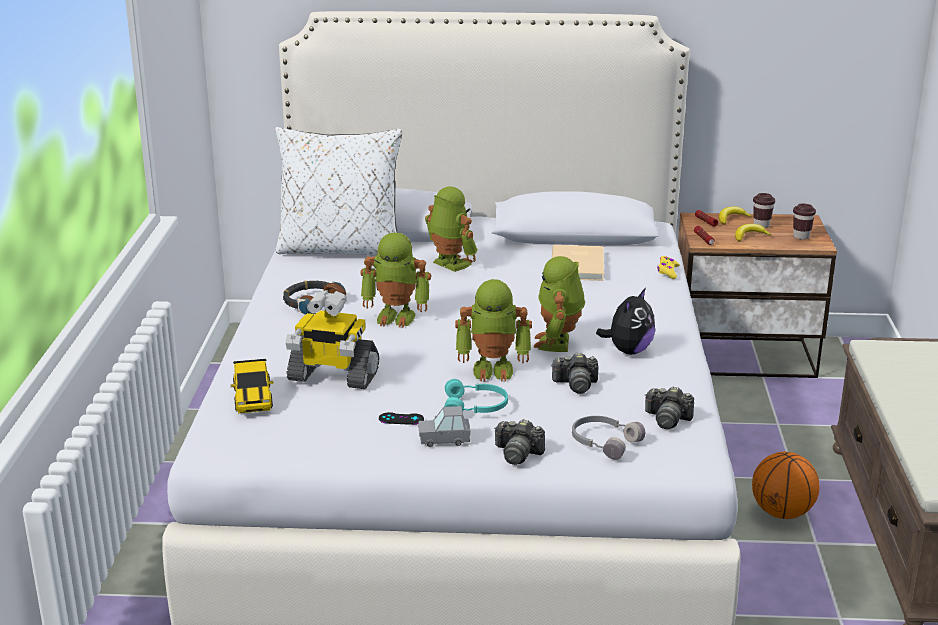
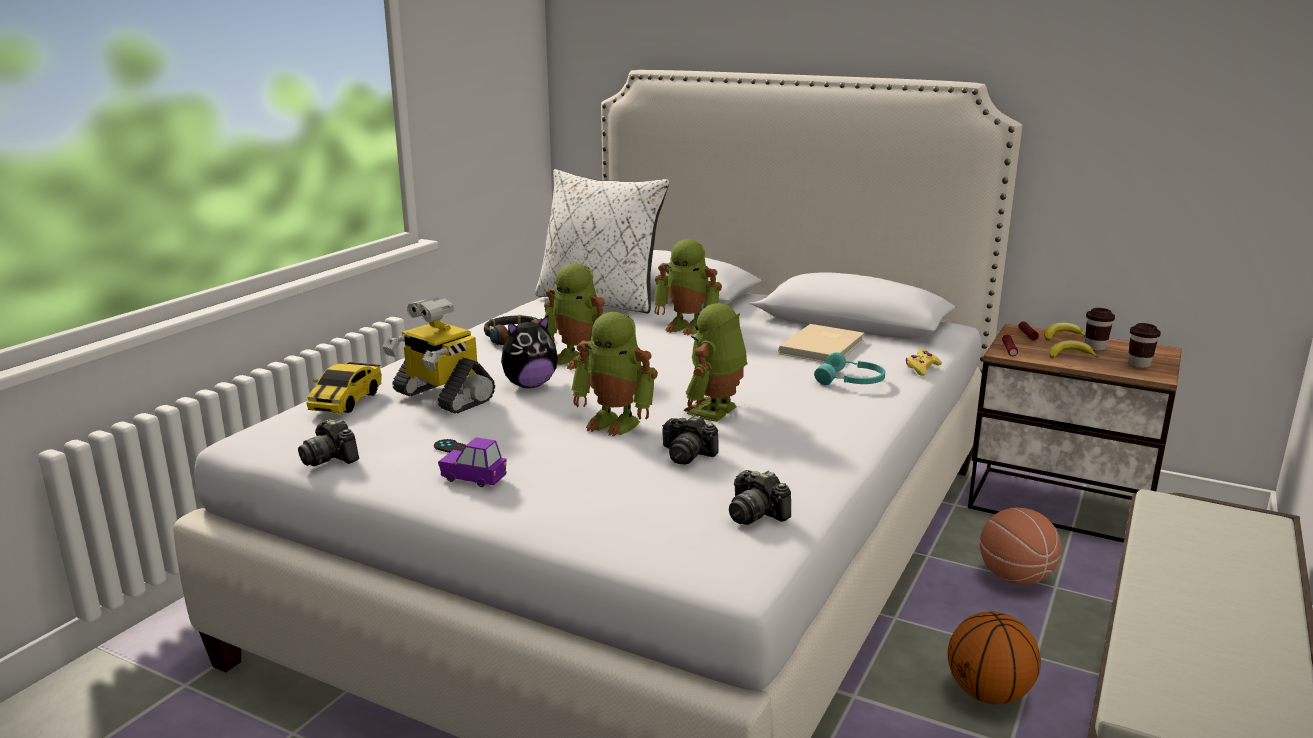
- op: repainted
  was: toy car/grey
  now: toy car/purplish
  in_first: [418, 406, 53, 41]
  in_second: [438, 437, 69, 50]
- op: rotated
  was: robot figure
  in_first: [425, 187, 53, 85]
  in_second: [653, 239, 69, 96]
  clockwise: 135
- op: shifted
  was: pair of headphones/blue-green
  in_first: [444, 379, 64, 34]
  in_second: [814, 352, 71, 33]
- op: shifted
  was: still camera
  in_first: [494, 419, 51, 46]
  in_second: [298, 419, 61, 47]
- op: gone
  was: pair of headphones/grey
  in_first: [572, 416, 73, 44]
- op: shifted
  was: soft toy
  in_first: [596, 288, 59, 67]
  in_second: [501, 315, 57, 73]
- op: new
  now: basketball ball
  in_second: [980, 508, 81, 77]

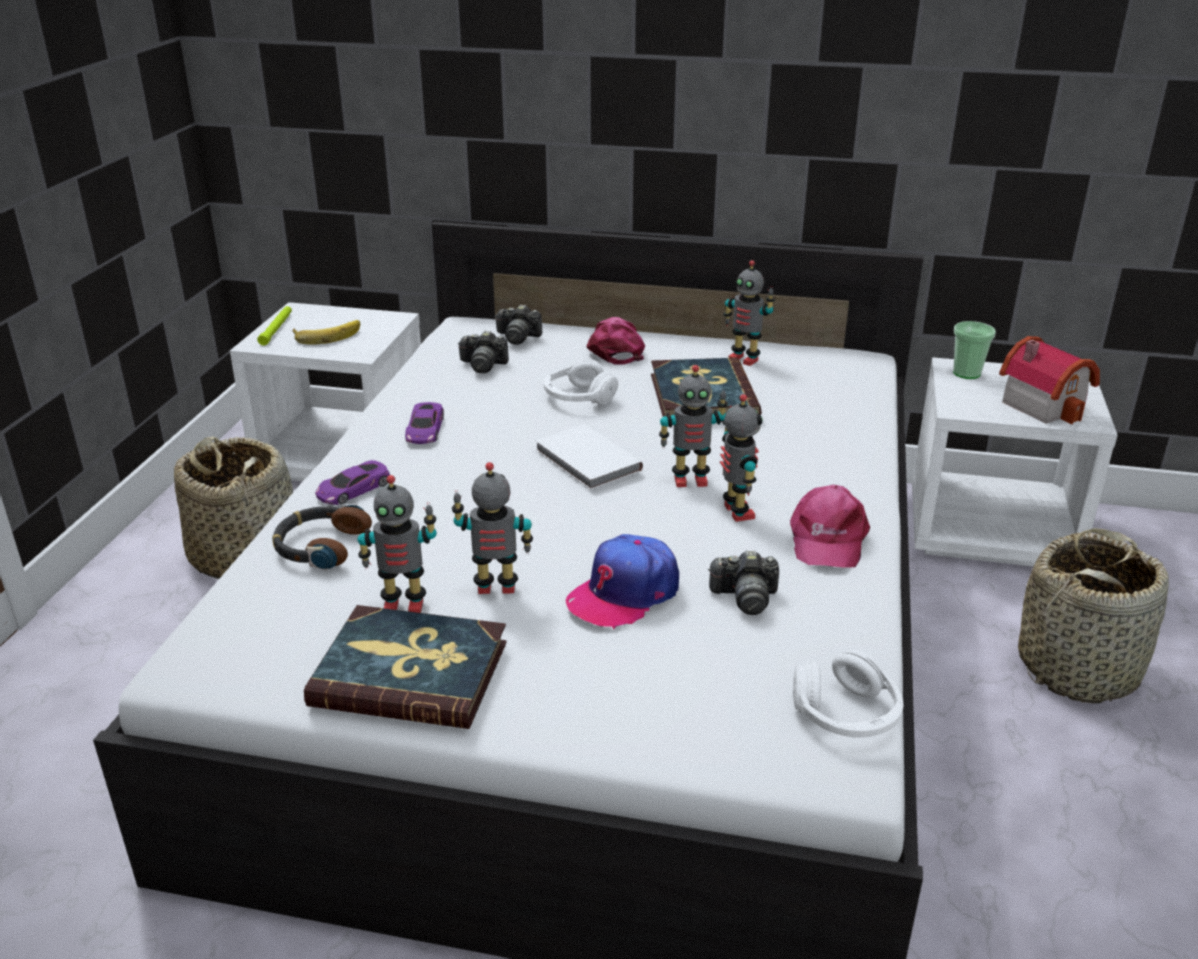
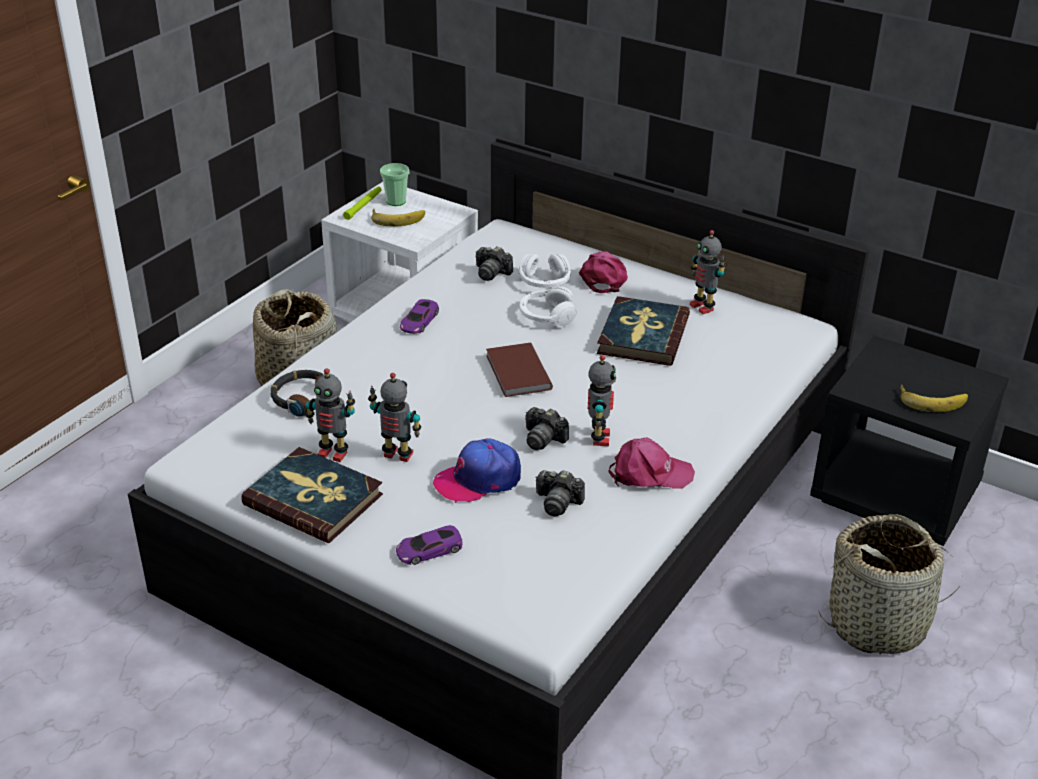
- op: shifted
  was: toy car/purplish
  in_first: [315, 460, 75, 45]
  in_second: [396, 525, 66, 40]
- op: shifted
  was: still camera
  in_first: [495, 304, 48, 41]
  in_second: [525, 407, 44, 43]
- op: repainted
  was: volume/white
  now: volume/brown
  in_first: [535, 424, 108, 66]
  in_second: [486, 343, 67, 54]
- op: gone
  was: robot figure
  in_first: [659, 365, 69, 122]
- op: rotated
  was: baseball cap/pink-coloured
  in_first: [790, 485, 80, 83]
  in_second: [608, 437, 87, 52]
  clockwise: -120
- op: shifted
  was: pair of headphones/white
  in_first: [793, 650, 111, 88]
  in_second: [519, 254, 52, 34]
- op: repainted
  was: nightstand/white
  now: nightstand/blackish
  in_first: [912, 357, 206, 210]
  in_second: [810, 336, 199, 210]
- op: shifted
  was: drinking cup
  in_first: [953, 321, 43, 58]
  in_second: [380, 163, 29, 43]
- op: swapped
  was: toy house
  now: banana fruit
  in_first: [999, 336, 101, 88]
  in_second: [900, 385, 68, 27]

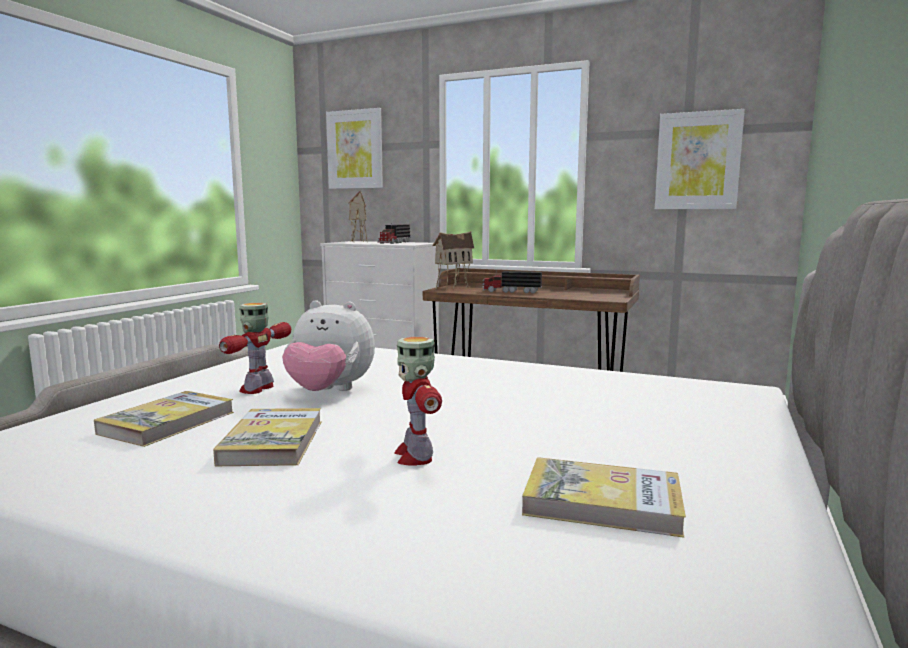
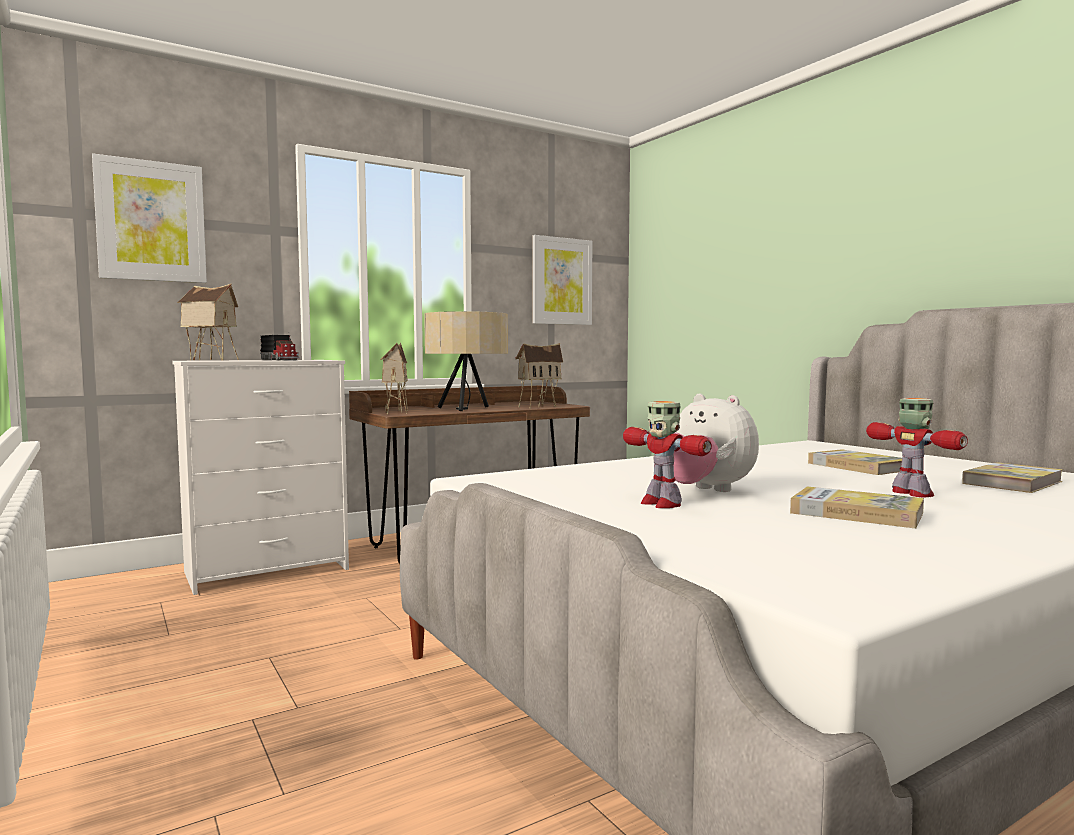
- op: shifted
  was: volume
  in_first: [94, 391, 140, 56]
  in_second: [808, 449, 94, 26]
- op: rotated
  was: soft toy
  in_first: [282, 300, 93, 91]
  in_second: [673, 394, 86, 98]
  clockwise: 90
- op: rotated
  was: robot figure
  in_first: [395, 337, 47, 129]
  in_second: [866, 398, 102, 99]
  clockwise: -135
- op: swapped
  was: toy truck
  now: table lamp/beige-coloured
  in_first: [483, 270, 59, 24]
  in_second: [424, 311, 84, 100]
- op: new
  now: toy house
  in_second: [515, 343, 48, 65]

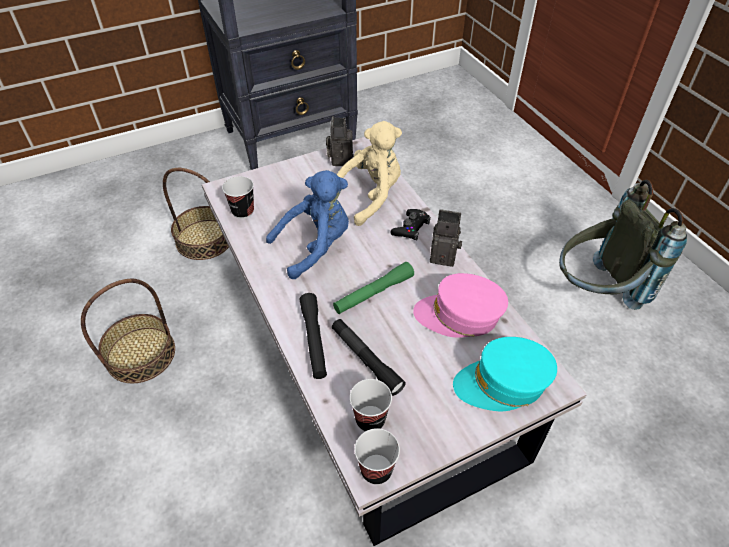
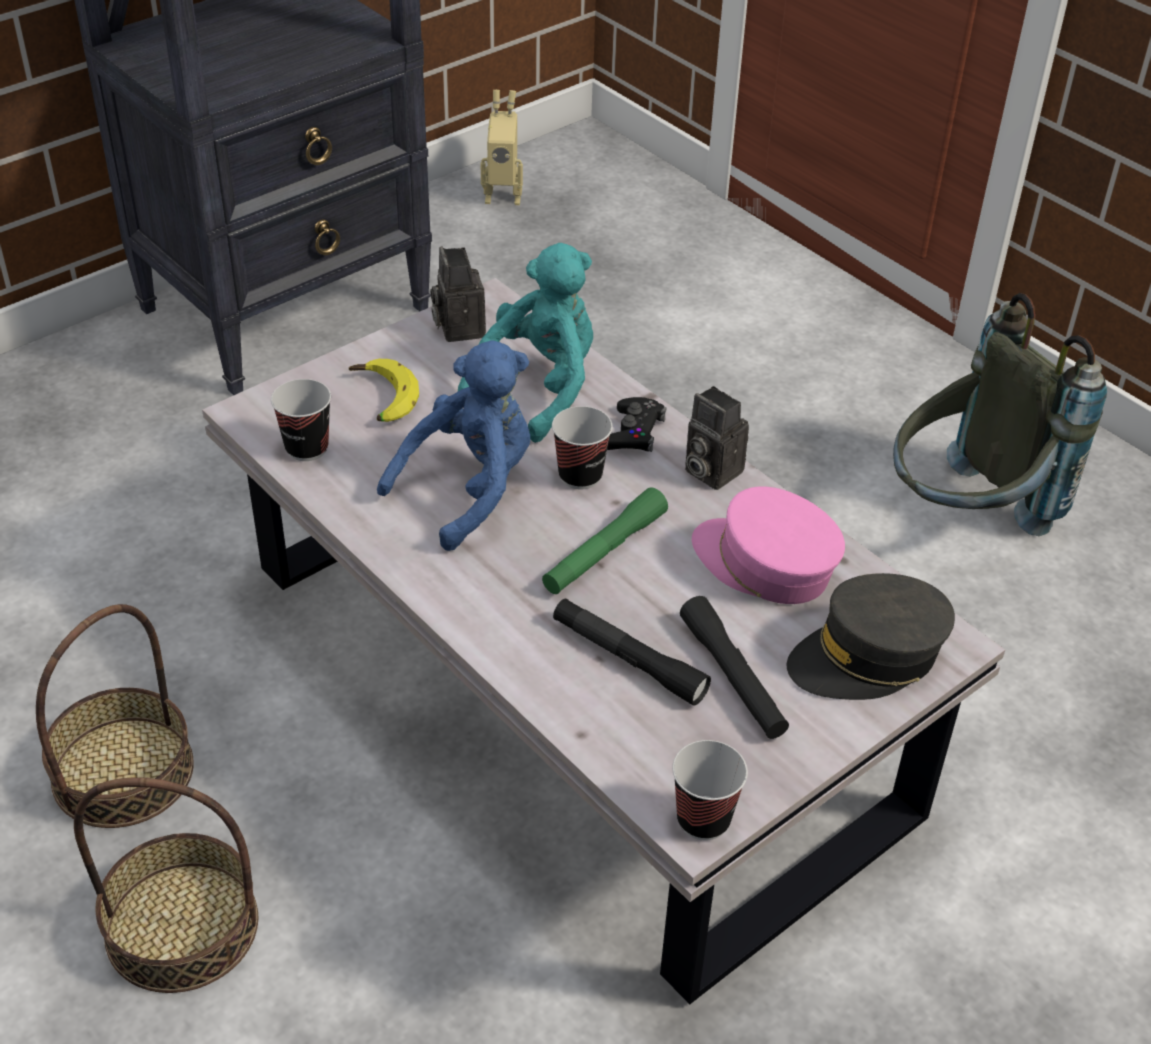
- op: shifted
  was: basket
  in_first: [163, 168, 66, 92]
  in_second: [74, 778, 185, 215]
- op: shifted
  was: torch/blackish
  in_first: [300, 293, 27, 86]
  in_second: [680, 596, 109, 143]
- op: repainted
  was: soft toy/beige-coloured
  now: soft toy/blue-green
  in_first: [337, 121, 65, 105]
  in_second: [458, 243, 135, 200]
- op: shifted
  was: drinking cup
  in_first: [350, 379, 42, 52]
  in_second: [552, 406, 61, 83]
- op: rotated
  was: baseball cap/pink-coloured
  in_first: [413, 273, 95, 65]
  in_second: [692, 486, 153, 118]
  clockwise: 45
- op: rotated
  was: still camera
  in_first: [430, 209, 32, 58]
  in_second: [685, 386, 64, 104]
  clockwise: -135
- op: repainted
  was: baseball cap/blue-green
  now: baseball cap/grey
  in_first: [453, 337, 104, 74]
  in_second: [787, 573, 168, 127]
- op: new
  now: banana fruit
  in_second: [349, 359, 70, 63]
- op: new
  now: robot figure
  in_second: [480, 90, 43, 115]

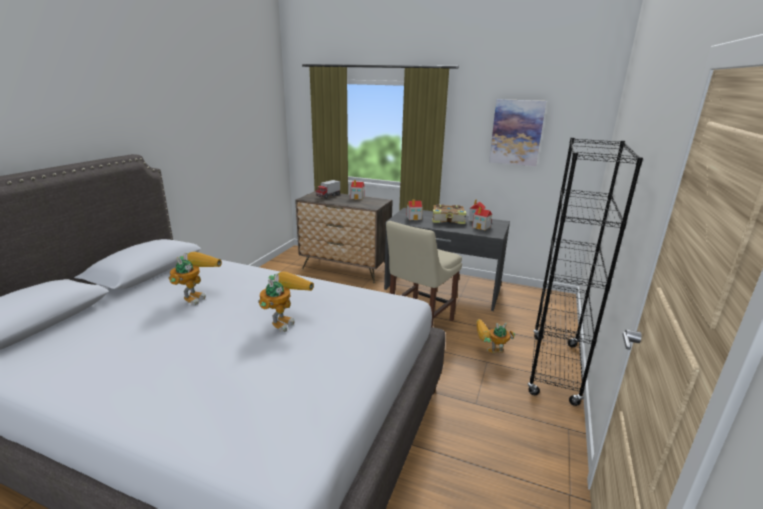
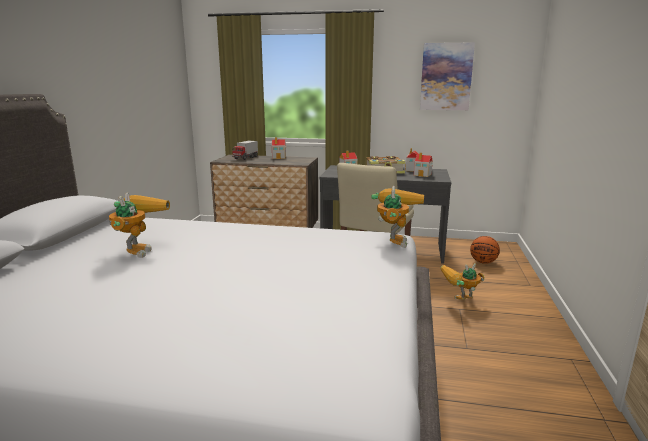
- op: shifted
  was: robot figure
  in_first: [258, 271, 56, 62]
  in_second: [371, 186, 53, 62]
- op: gone
  was: shelving unit/blackish
  in_first: [528, 137, 115, 269]
- op: new
  now: basketball ball
  in_second: [470, 236, 30, 28]

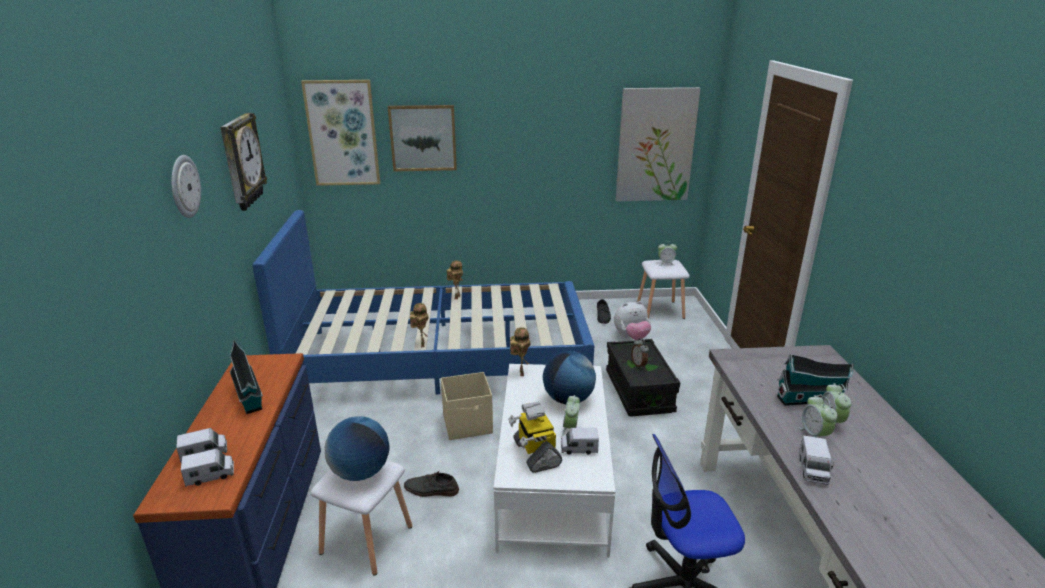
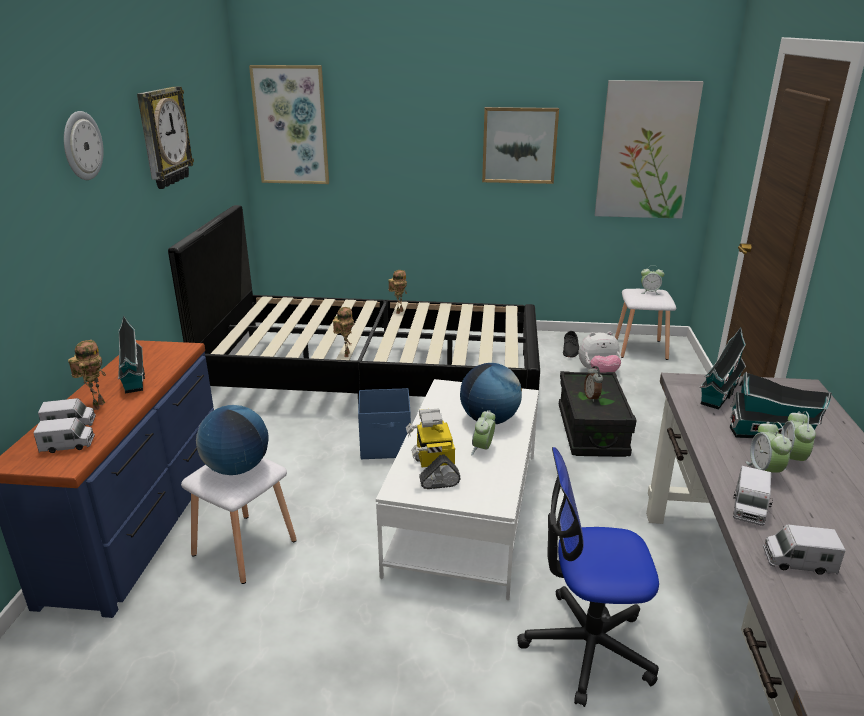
- op: repainted
  was: sleeping bed/blue-coloured
  now: sleeping bed/blackish
  in_first: [252, 210, 342, 184]
  in_second: [168, 205, 372, 198]
- op: shifted
  was: wall art
  in_first: [388, 105, 69, 66]
  in_second: [482, 107, 77, 77]
- op: gone
  was: shoe/grey
  in_first: [404, 472, 55, 25]
- op: repainted
  was: storage box/beige-coloured
  now: storage box/blue-coloured
  in_first: [441, 372, 52, 68]
  in_second: [358, 388, 53, 71]
- op: shifted
  was: robot figure
  in_first: [510, 327, 21, 49]
  in_second: [68, 340, 38, 70]
- op: shifted
  was: toy truck
  in_first: [561, 428, 38, 27]
  in_second: [763, 525, 82, 50]
- op: new
  now: toy house
  in_second: [699, 327, 47, 83]

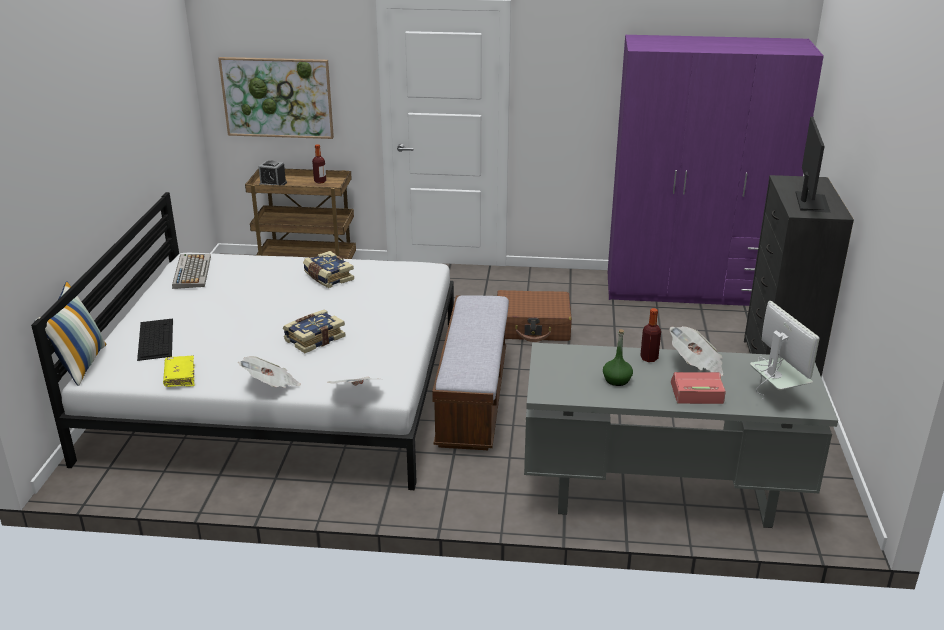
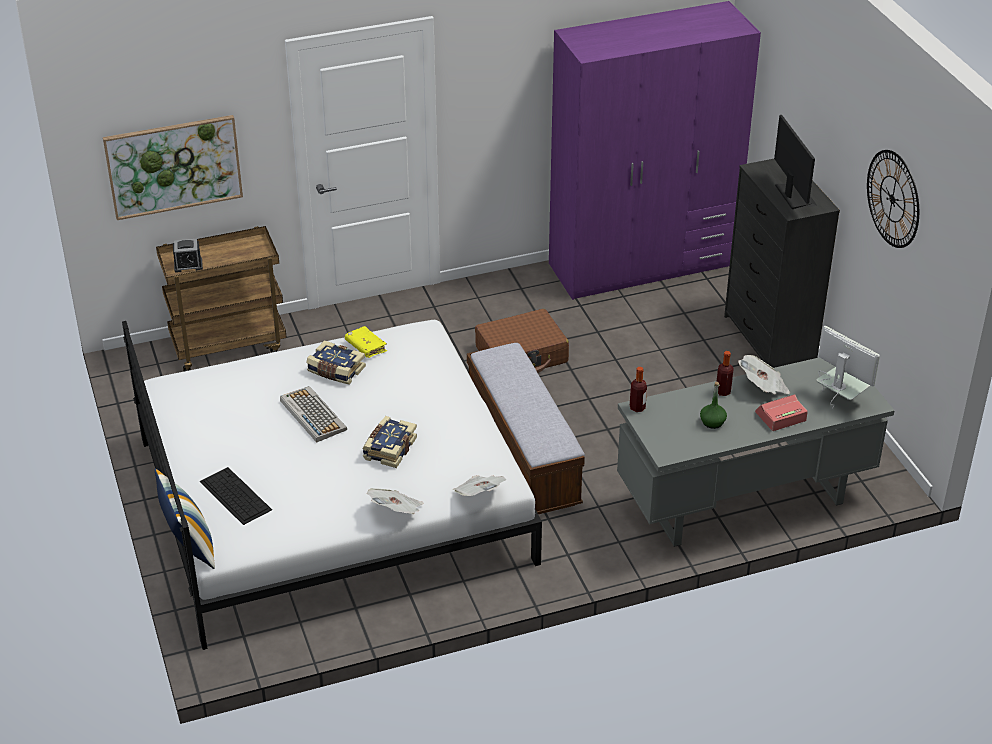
- op: shifted
  was: volume/yellow-coloured
  in_first: [163, 356, 32, 31]
  in_second: [345, 326, 42, 32]
- op: shifted
  was: keyboard
  in_first: [172, 254, 39, 35]
  in_second: [280, 386, 67, 57]
- op: shifted
  was: bottle
  in_first: [312, 144, 14, 39]
  in_second: [630, 367, 17, 45]
- op: new
  now: hanging clock
  in_second: [867, 150, 52, 98]

